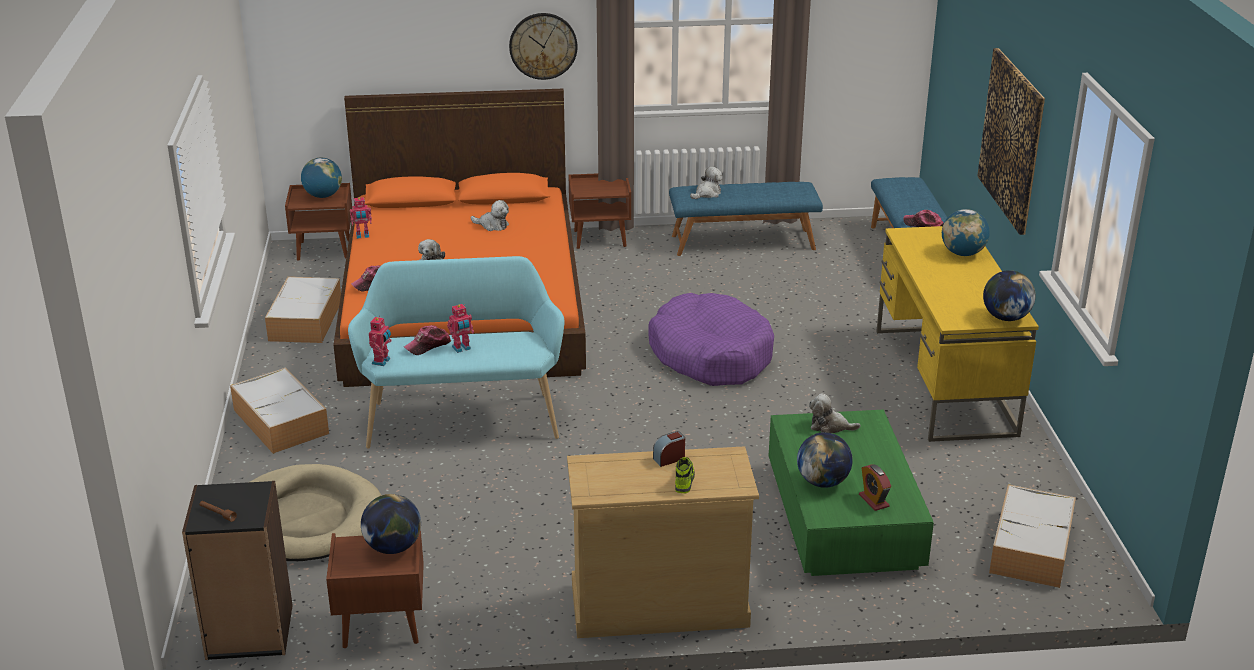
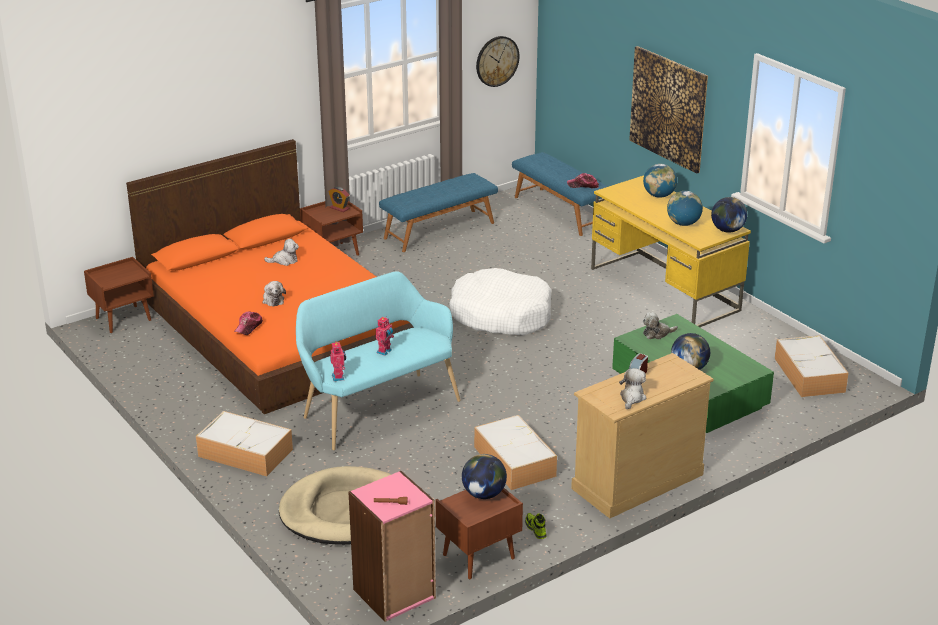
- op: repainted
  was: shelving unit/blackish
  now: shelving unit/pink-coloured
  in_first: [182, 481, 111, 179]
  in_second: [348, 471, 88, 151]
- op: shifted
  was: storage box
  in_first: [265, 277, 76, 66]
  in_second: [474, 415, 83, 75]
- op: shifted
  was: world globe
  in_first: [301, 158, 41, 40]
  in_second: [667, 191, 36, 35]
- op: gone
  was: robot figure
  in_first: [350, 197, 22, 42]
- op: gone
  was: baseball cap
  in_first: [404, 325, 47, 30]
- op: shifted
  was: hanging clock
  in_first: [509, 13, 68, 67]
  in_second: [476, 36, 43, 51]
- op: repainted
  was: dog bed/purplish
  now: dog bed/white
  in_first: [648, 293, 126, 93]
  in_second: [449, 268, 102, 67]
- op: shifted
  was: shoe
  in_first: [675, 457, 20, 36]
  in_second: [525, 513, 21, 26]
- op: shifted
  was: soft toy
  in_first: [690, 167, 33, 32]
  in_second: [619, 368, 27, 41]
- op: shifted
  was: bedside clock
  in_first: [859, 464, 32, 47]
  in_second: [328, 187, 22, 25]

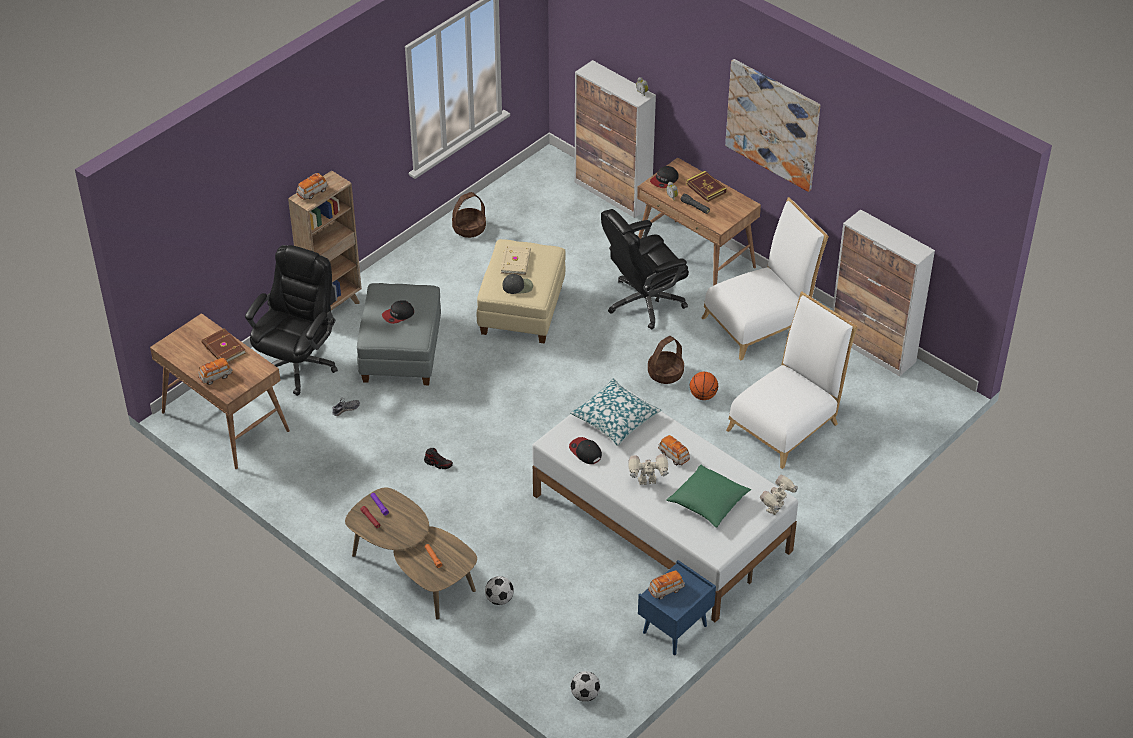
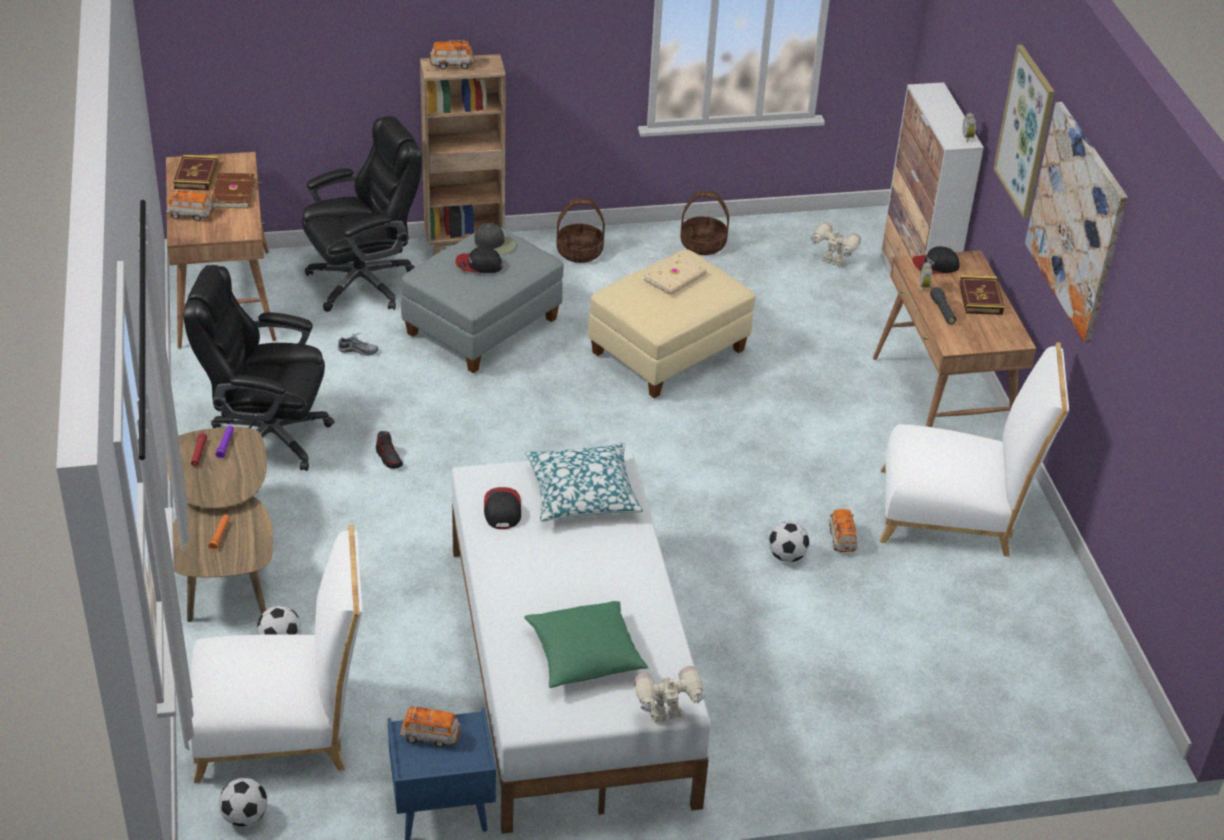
- op: shifted
  was: baseball cap/blackish
  in_first: [503, 274, 30, 20]
  in_second: [475, 223, 41, 31]
- op: shifted
  was: computer chair/blackish
  in_first: [601, 209, 88, 121]
  in_second: [183, 265, 151, 206]
- op: shifted
  was: robot figure
  in_first: [628, 454, 41, 31]
  in_second: [811, 222, 50, 45]
- op: shifted
  was: basket
  in_first: [648, 336, 36, 48]
  in_second: [556, 198, 49, 65]
- op: shifted
  was: toy car
  in_first: [658, 435, 32, 31]
  in_second: [829, 509, 29, 44]
- op: swapped
  was: basketball ball
  now: ball for football
  in_first: [690, 372, 28, 28]
  in_second: [769, 521, 41, 41]
- op: shifted
  was: upright chair/white
  in_first: [726, 291, 132, 178]
  in_second: [190, 524, 172, 259]
- op: gone
  was: storage cabinet
  in_first: [832, 209, 103, 167]
- op: new
  now: volume
  in_second: [173, 155, 46, 36]
- op: new
  now: wall art
  in_second: [993, 45, 62, 173]

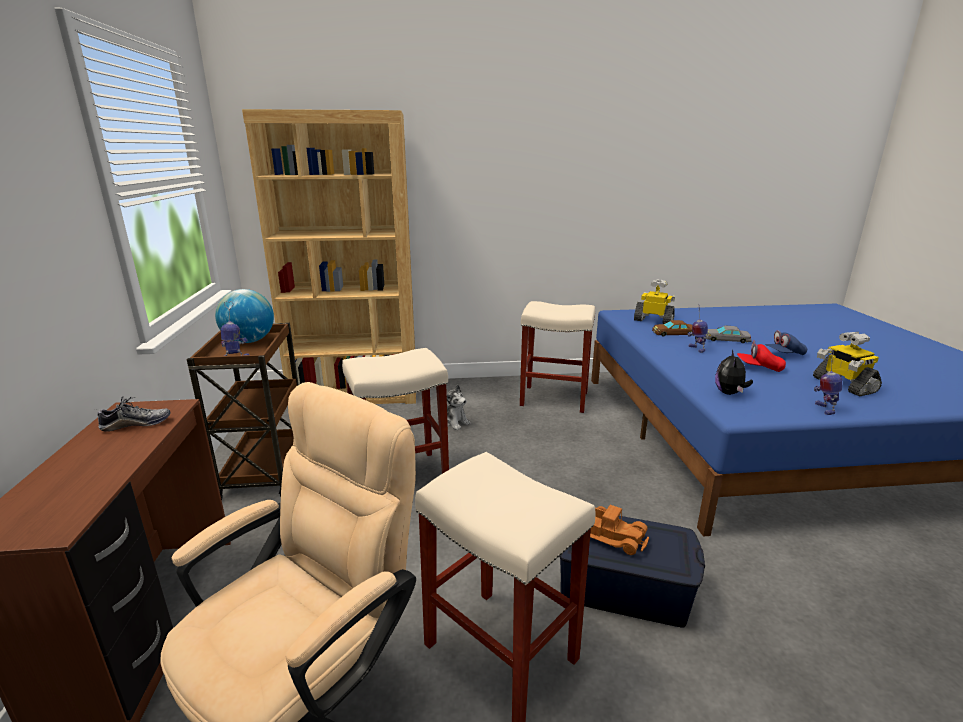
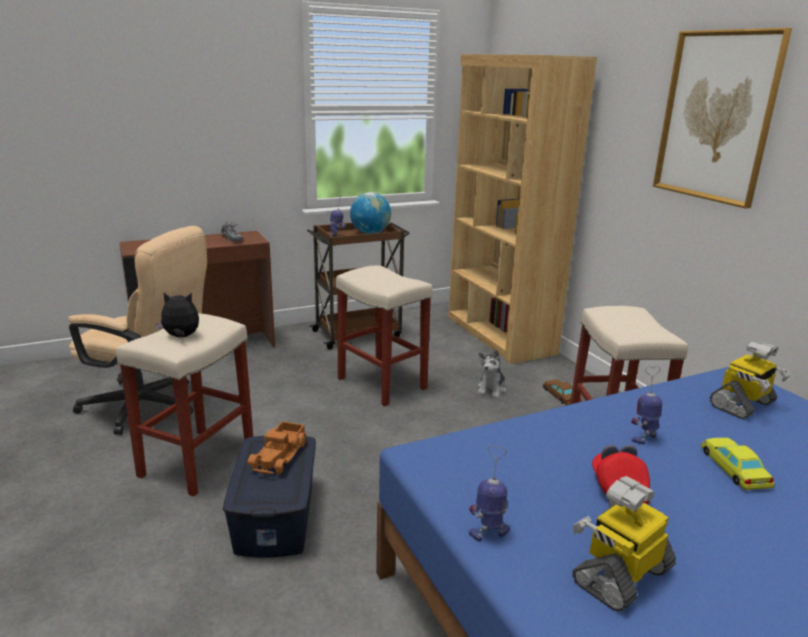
- op: rotated
  was: robot figure
  in_first: [634, 279, 41, 45]
  in_second: [710, 340, 80, 79]
  clockwise: 45
- op: shifted
  was: toy car/brown
  in_first: [652, 320, 41, 17]
  in_second: [543, 379, 39, 26]
- op: repainted
  was: toy car/grey
  now: toy car/yellow-coloured
  in_first: [706, 326, 46, 17]
  in_second: [701, 438, 74, 52]
- op: shifted
  was: soft toy
  in_first: [715, 350, 38, 45]
  in_second: [155, 293, 44, 44]
- op: gone
  was: baseball cap/blue-coloured
  in_first: [765, 330, 42, 25]
- op: new
  now: wall art
  in_second: [653, 28, 139, 181]

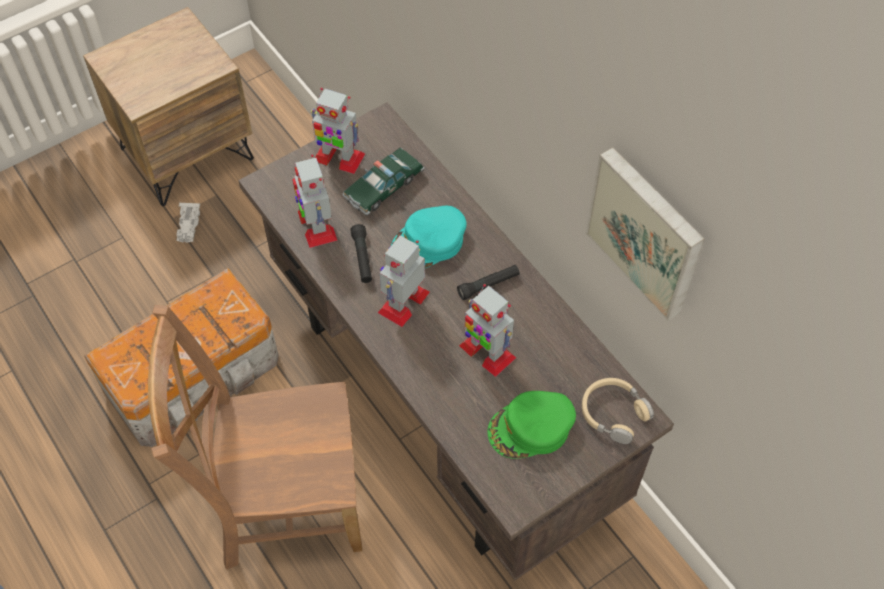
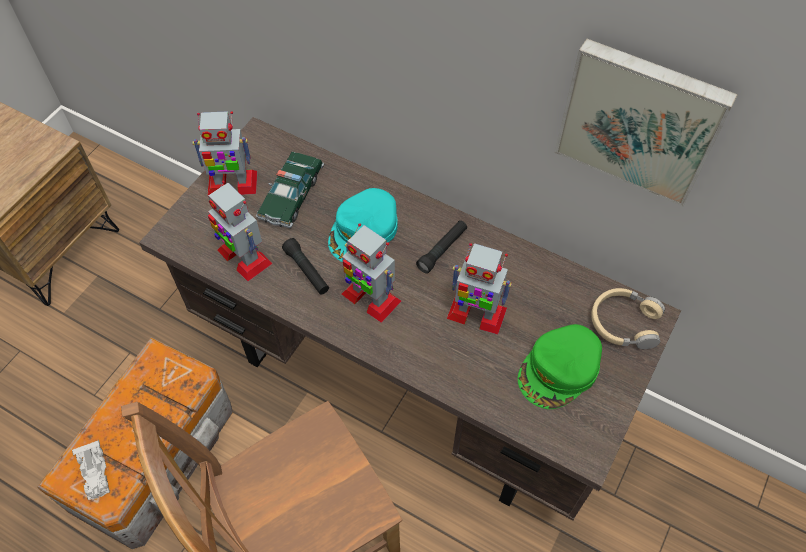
- op: shifted
  was: toy car/white
  in_first: [176, 202, 24, 41]
  in_second: [72, 440, 38, 61]
- op: rotated
  was: robot figure
  in_first: [378, 235, 52, 92]
  in_second: [341, 223, 60, 100]
  clockwise: -60

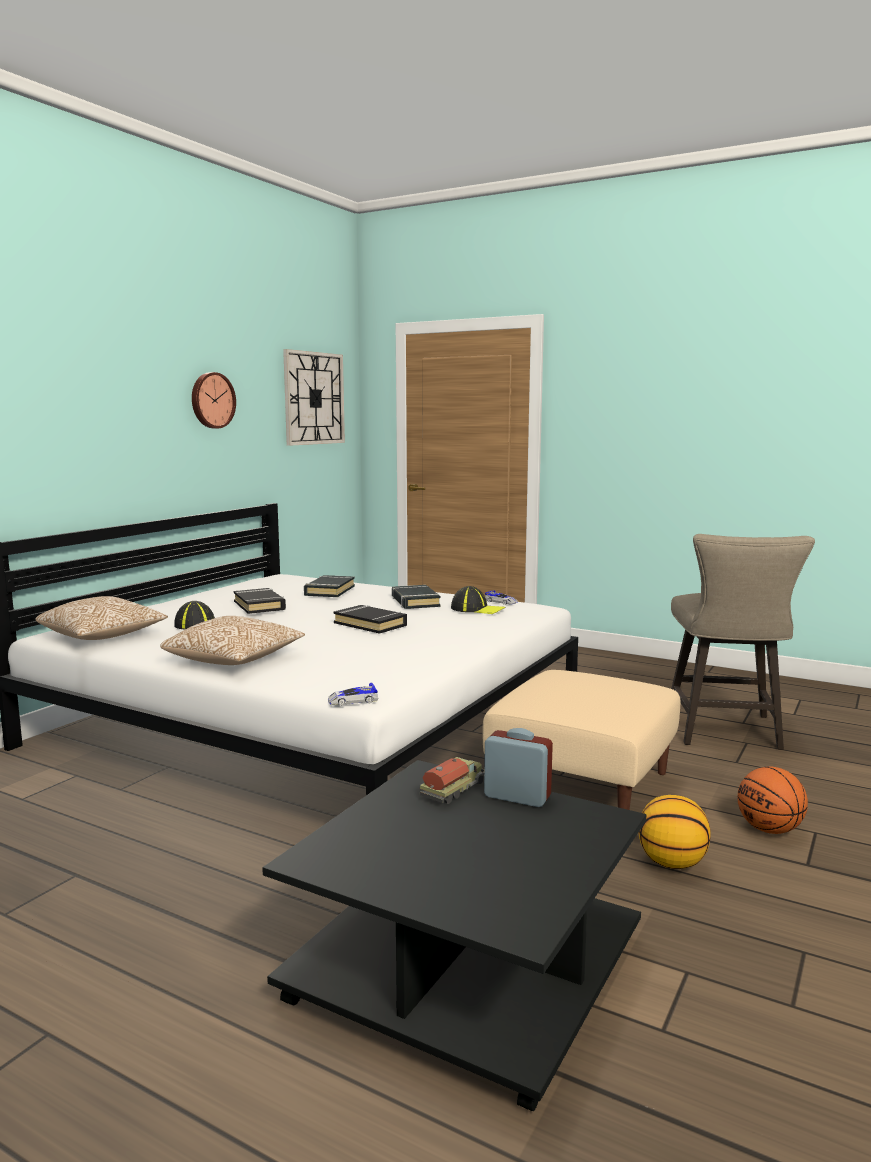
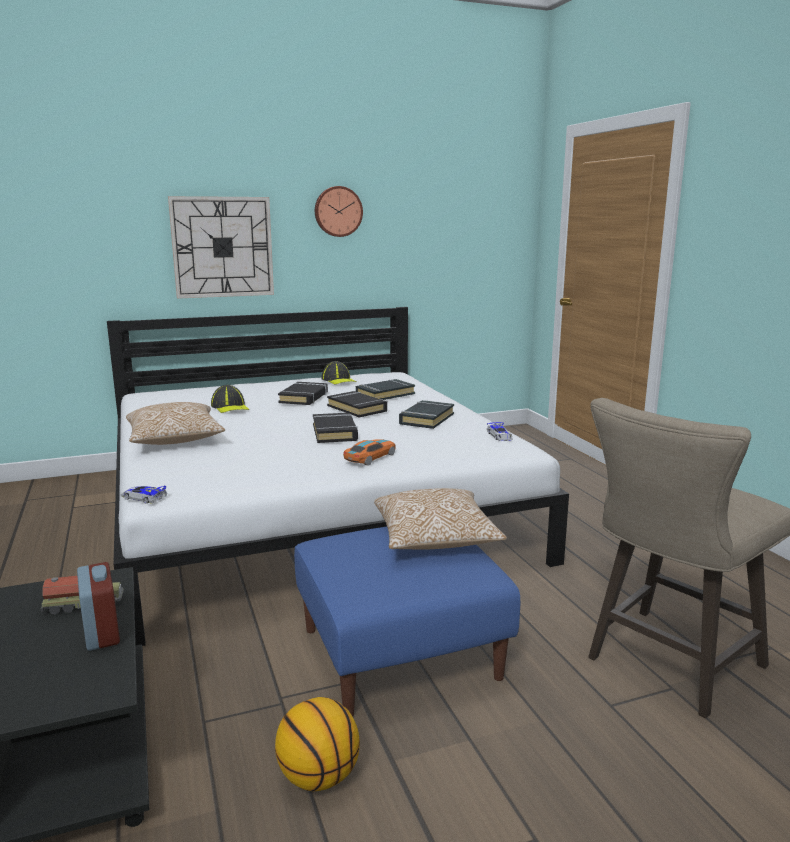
- op: shifted
  was: pillow
  in_first: [35, 596, 133, 44]
  in_second: [374, 488, 133, 62]
- op: shifted
  was: hanging clock
  in_first: [283, 349, 62, 97]
  in_second: [168, 196, 106, 103]
- op: shifted
  was: baseball cap
  in_first: [451, 586, 54, 28]
  in_second: [322, 361, 34, 24]
- op: repainted
  was: ottoman/beige-coloured
  now: ottoman/blue-coloured
  in_first: [483, 670, 197, 140]
  in_second: [294, 527, 227, 190]
- op: gone
  was: basketball ball
  in_first: [737, 766, 71, 68]
- op: new
  now: volume/blackish
  in_second: [327, 391, 60, 27]
- op: new
  now: toy car
  in_second: [343, 439, 52, 27]

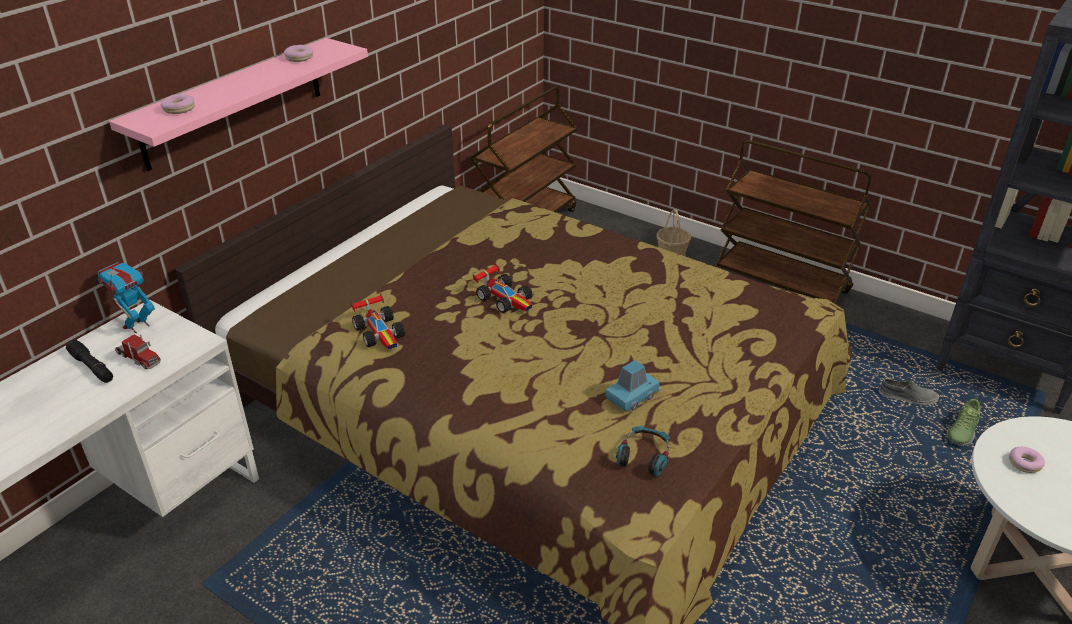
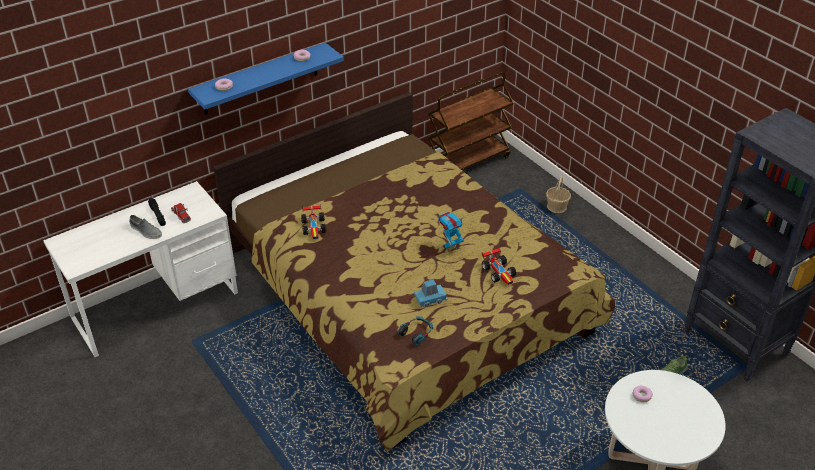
- op: shifted
  was: robot figure
  in_first: [98, 260, 57, 73]
  in_second: [438, 212, 26, 40]
- op: repainted
  was: wall shelf/pink-coloured
  now: wall shelf/blue-coloured
  in_first: [109, 38, 259, 133]
  in_second: [188, 43, 156, 72]
- op: shifted
  was: toy car
  in_first: [473, 263, 60, 50]
  in_second: [482, 247, 34, 38]
- op: gone
  was: trolley/brown
  in_first: [714, 140, 158, 164]
- op: shifted
  was: shoe/grey
  in_first: [879, 379, 60, 25]
  in_second: [129, 215, 33, 24]

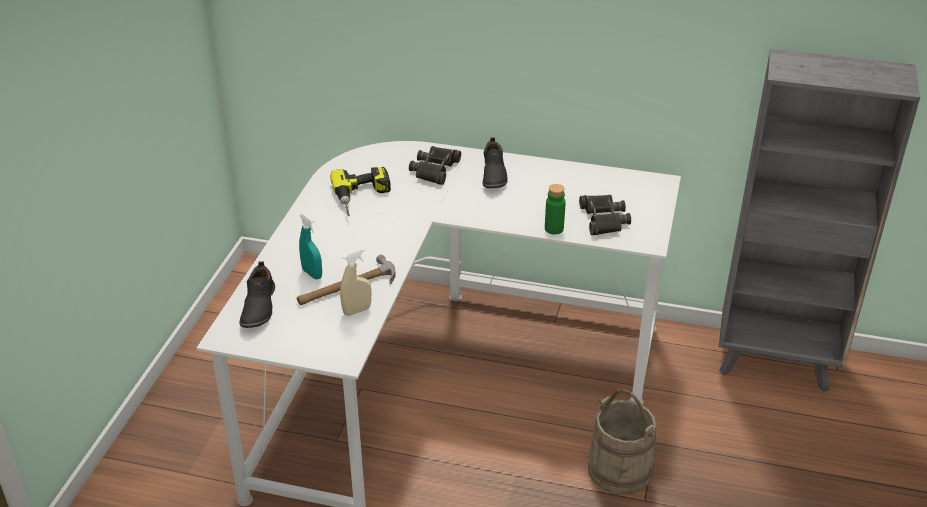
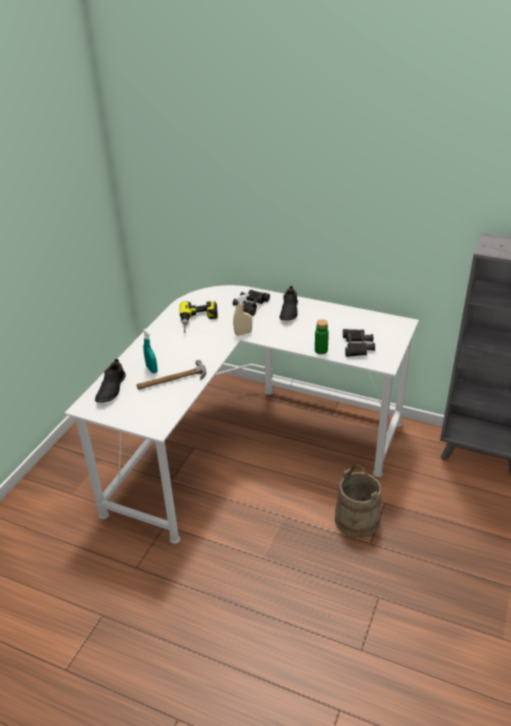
- op: shifted
  was: spray bottle/beige-coloured
  in_first: [340, 248, 31, 68]
  in_second: [233, 294, 19, 42]

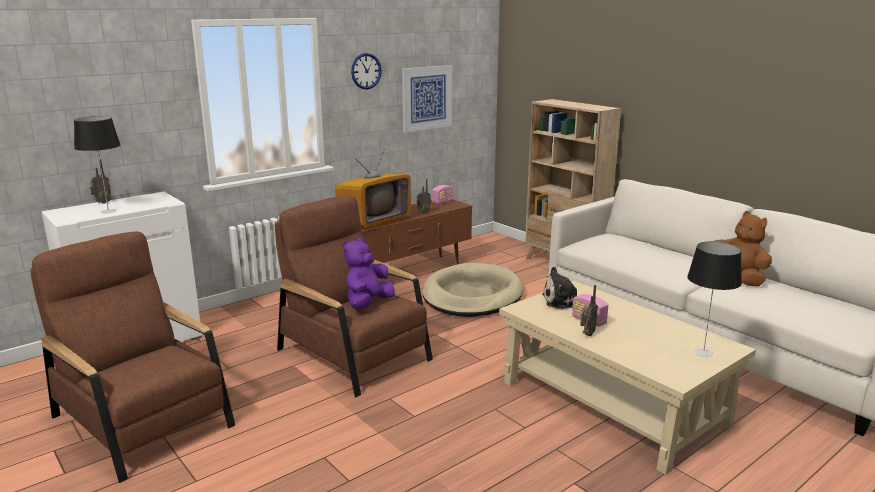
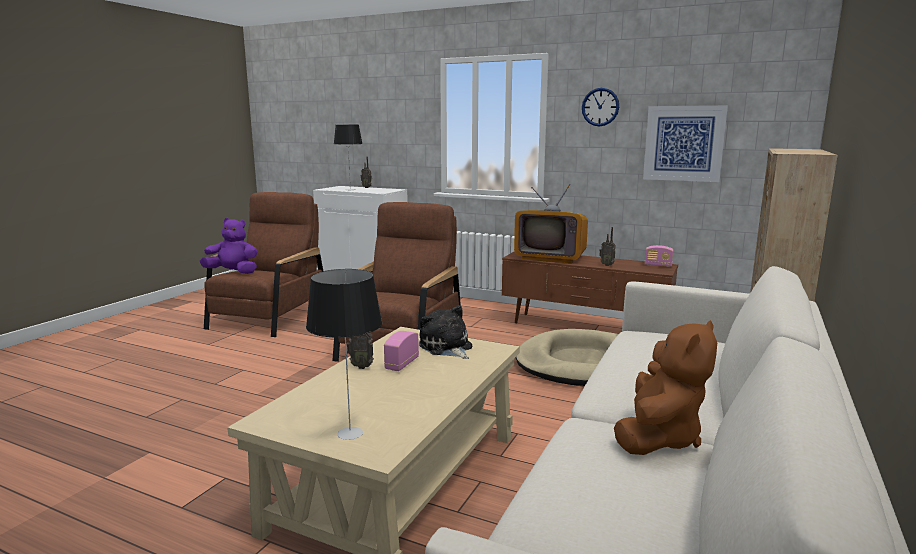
- op: shifted
  was: soft toy/purplish
  in_first: [343, 237, 52, 73]
  in_second: [200, 218, 57, 56]

